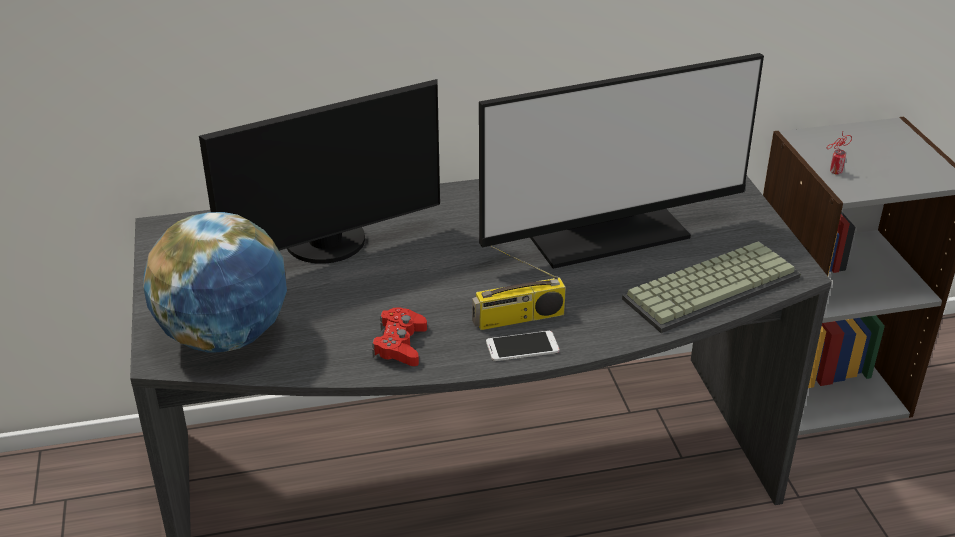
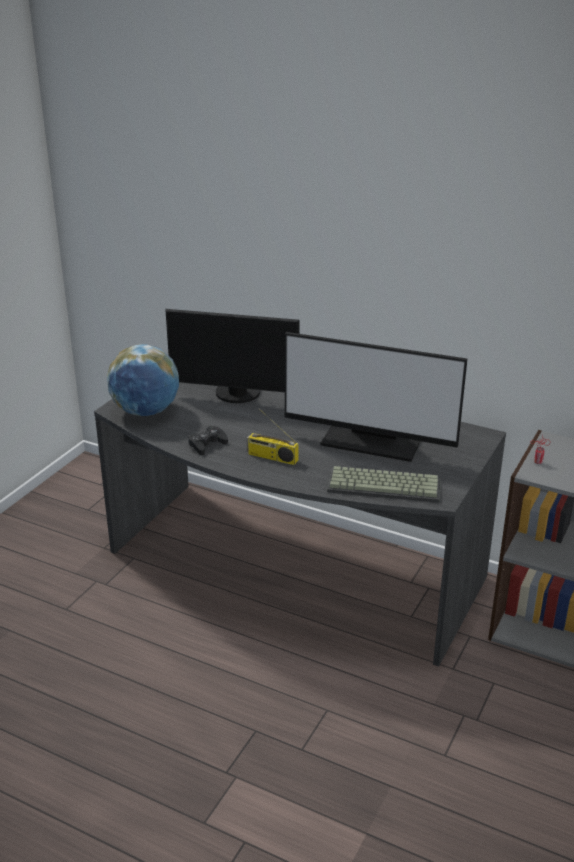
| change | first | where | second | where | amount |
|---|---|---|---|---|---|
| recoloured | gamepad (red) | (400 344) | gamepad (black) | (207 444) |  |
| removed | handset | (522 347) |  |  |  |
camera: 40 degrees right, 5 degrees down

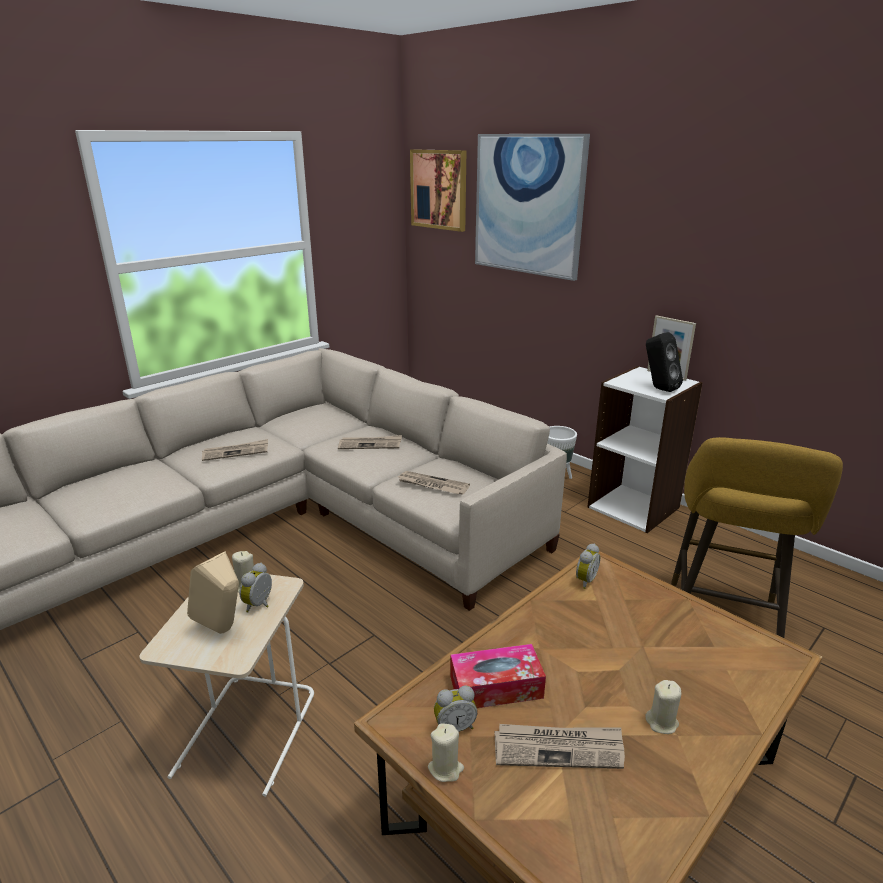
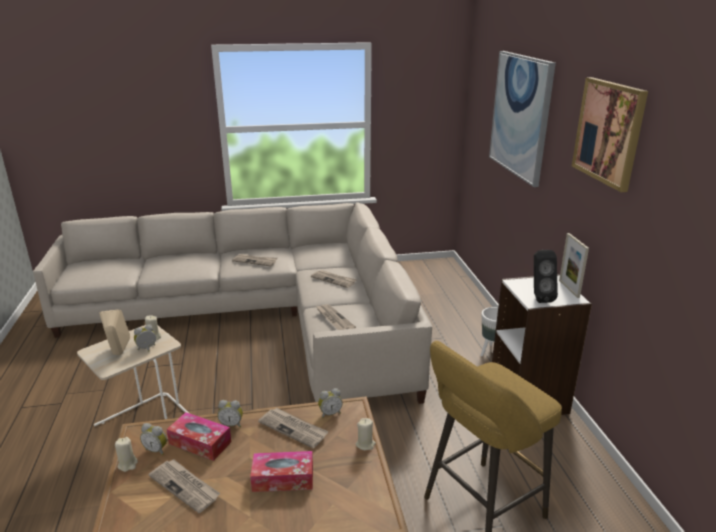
| change | first | where | second | where | amount |
|---|---|---|---|---|---|
| moved | picture | (439 189) |  | (609 132) |  |
| moved | wax light (beige-coloured) | (662 722) |  | (365 444) |  |
| added |  |  | alarm clock | (232 424) |  |
| added |  |  | printed paper | (294 429) |  |
| added |  |  | tissue holder | (283 478) |  |
camera: 35 degrees right, 0 degrees up

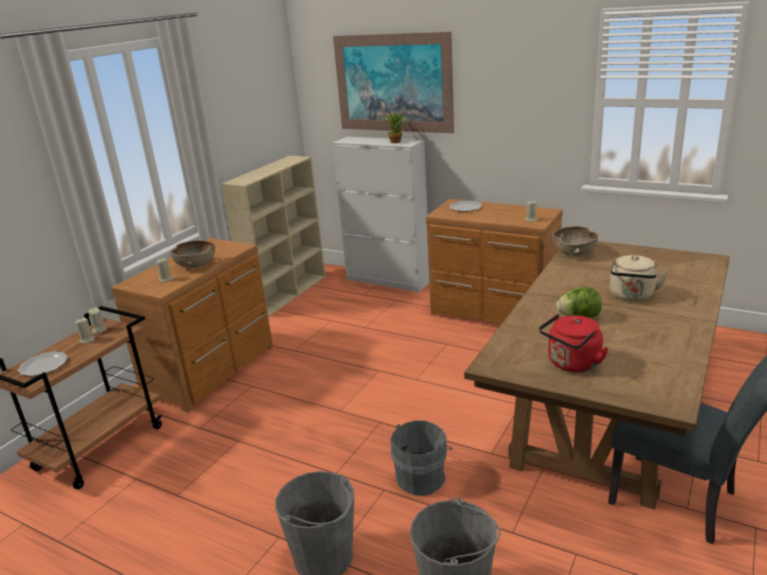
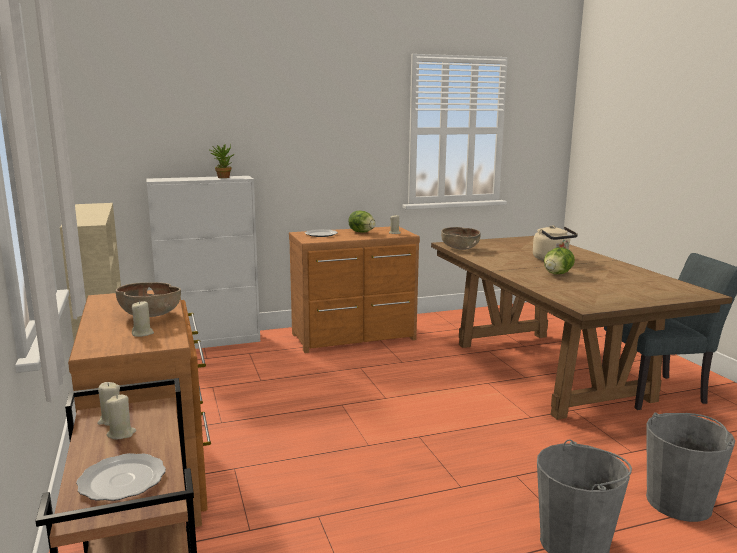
| change | first | where | second | where | amount |
|---|---|---|---|---|---|
| removed | picture | (393 83) |  |  |  |
| removed | kettle (red) | (572 364) |  |  |  |
| removed | pail (grey) | (422 477) |  |  |  |
| added |  |  | lettuce | (362 232) |  |
camera: 50 degrees left, 10 degrees down

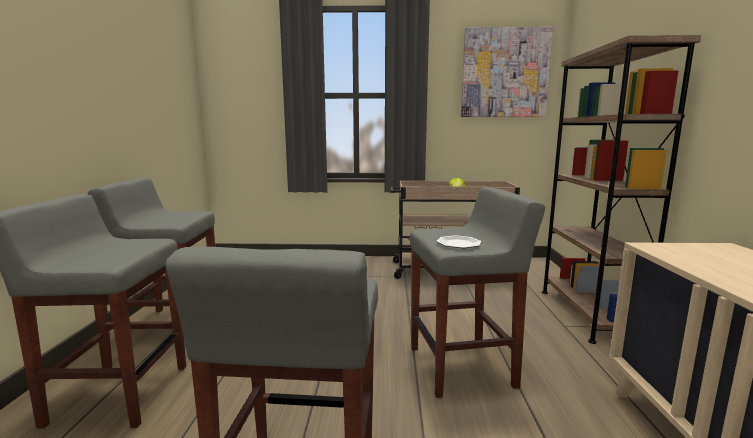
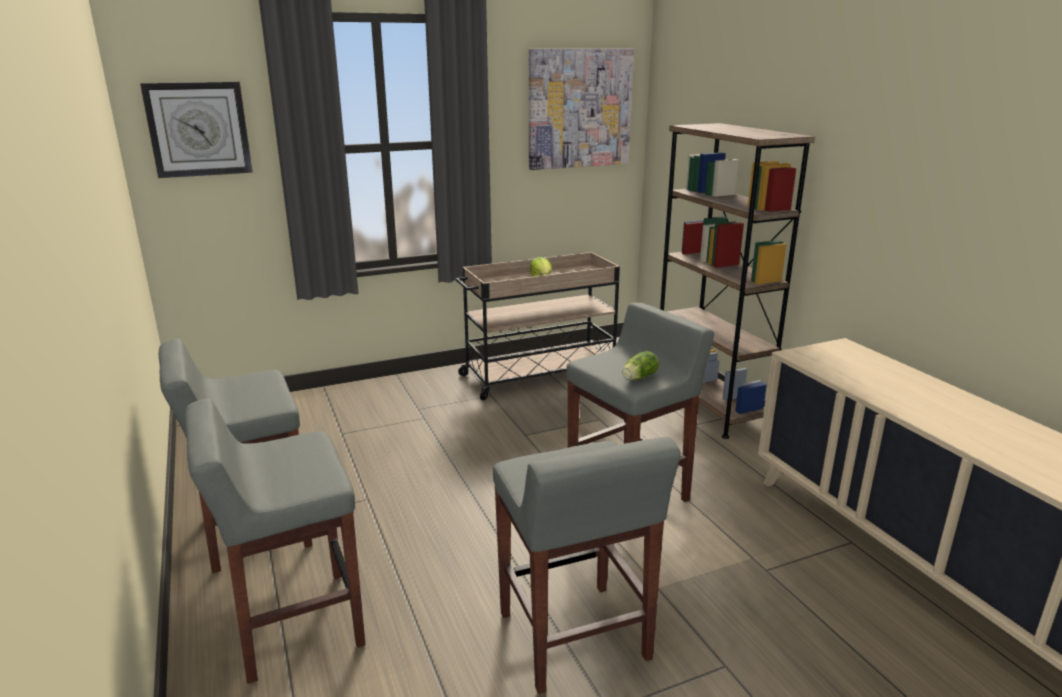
| change | first | where | second | where | amount |
|---|---|---|---|---|---|
| replaced | flat dish | (459 244) | lettuce | (637 378) |  |
| added |  |  | wall clock | (198 129) |  |
camera: 25 degrees left, 10 degrees up

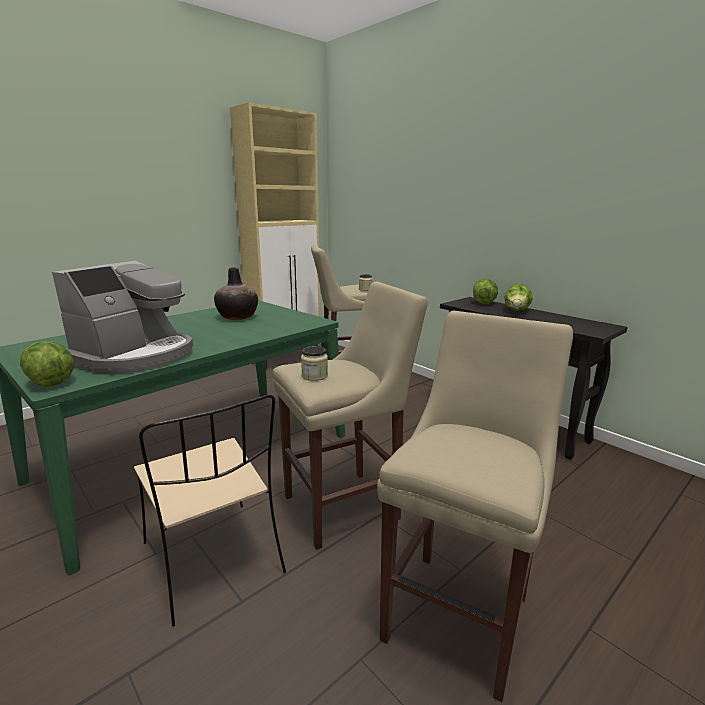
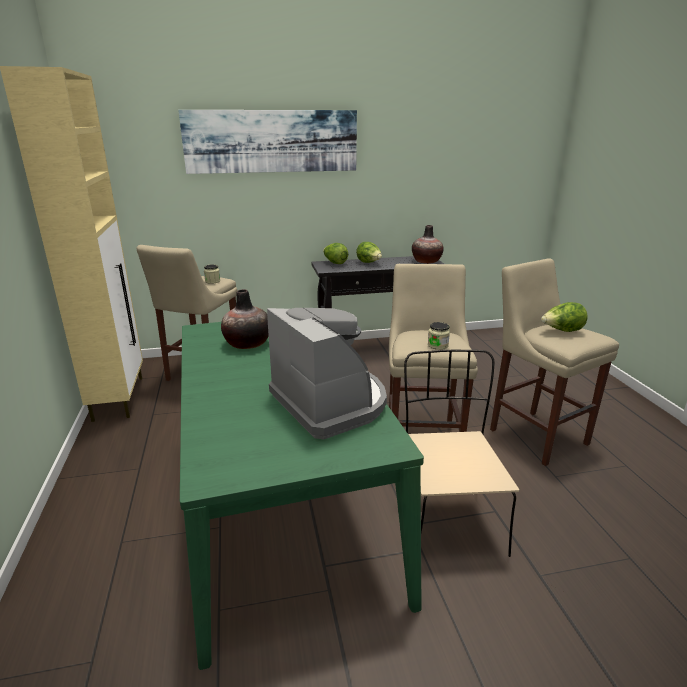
| change | first | where | second | where | amount |
|---|---|---|---|---|---|
| moved | lettuce | (50 381) |  | (562 331) |  |
| turned | plain chair (beige-coloured) | (214 560) |  | (447 517) | 90 degrees counterclockwise |
| added |  |  | picture | (272 141) |  |
| added |  |  | vase | (426 261) |  |
camera: 60 degrees left, 5 degrees up

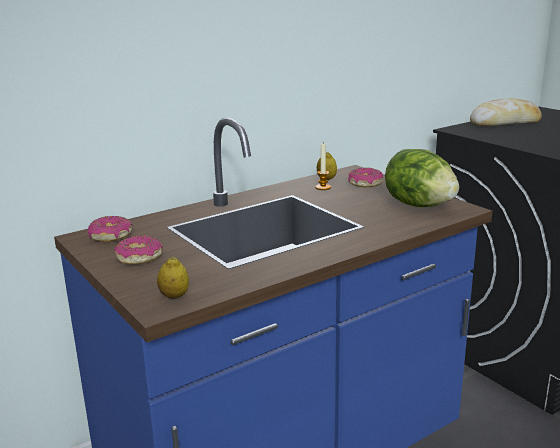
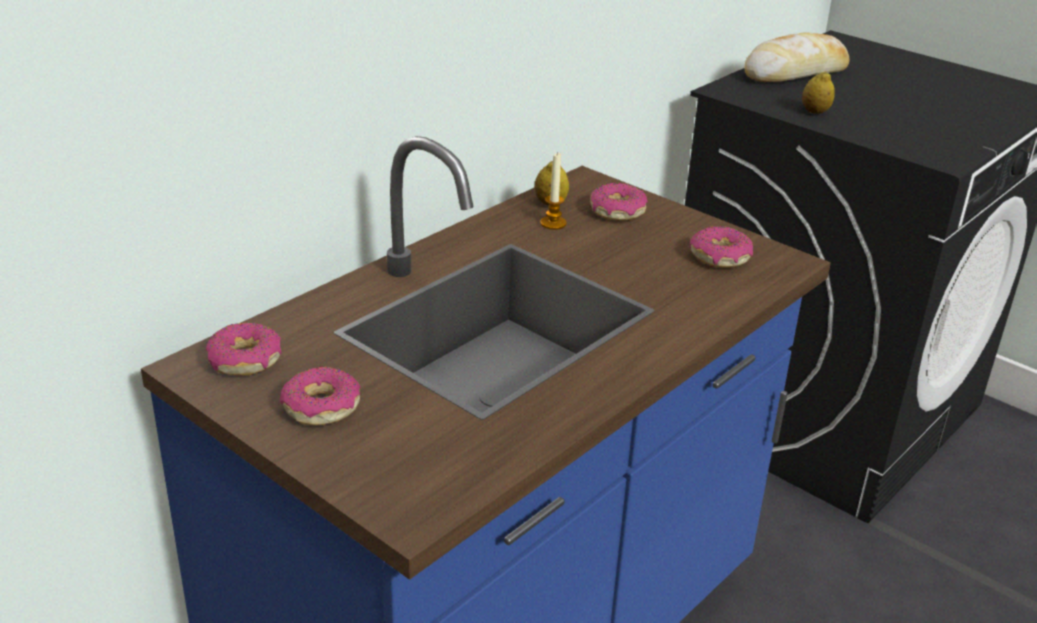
| change | first | where | second | where | amount |
|---|---|---|---|---|---|
| replaced | lettuce | (419 205) | donut | (720 257) |  |
| moved | citrus fruit | (174 296) |  | (815 112) |  |
camera: 15 degrees left, 10 degrees up

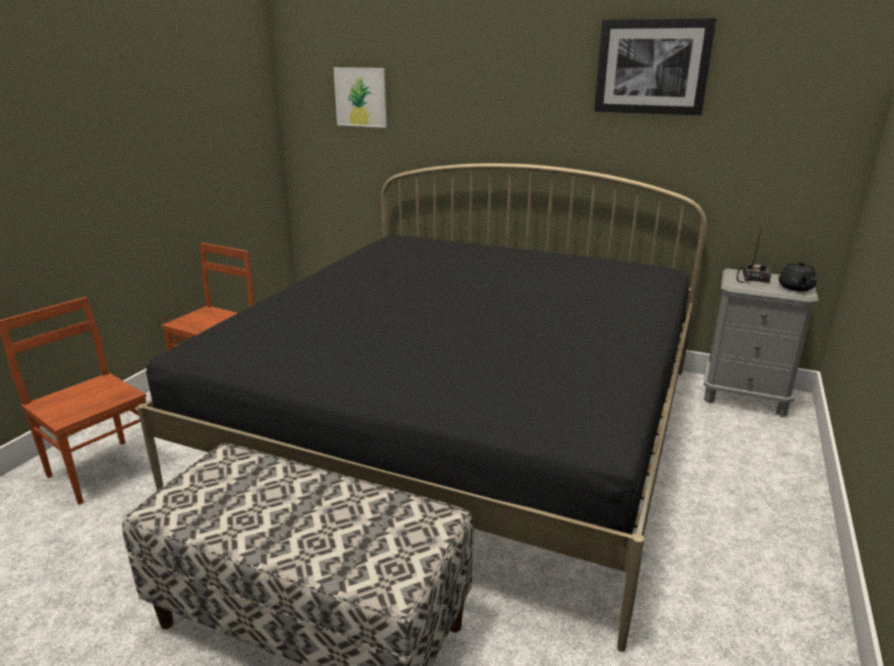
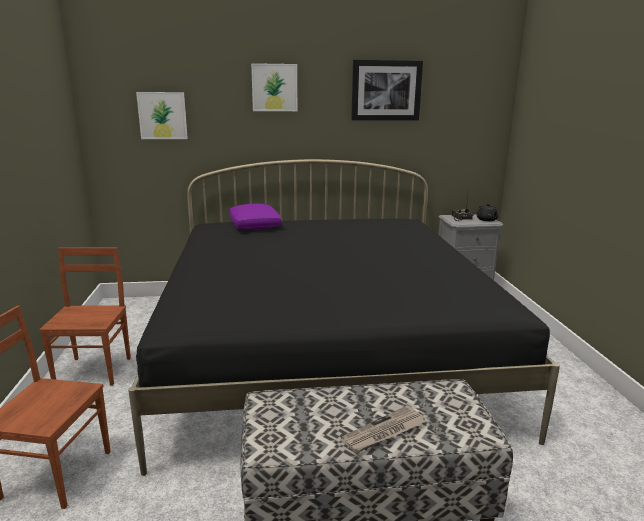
| change | first | where | second | where | amount |
|---|---|---|---|---|---|
| added |  |  | picture | (274 87) |  |
| added |  |  | throw pillow (purple-coloured) | (254 225) |  |
| added |  |  | printed paper | (384 432) |  |
camera: 30 degrees left, 5 degrees down

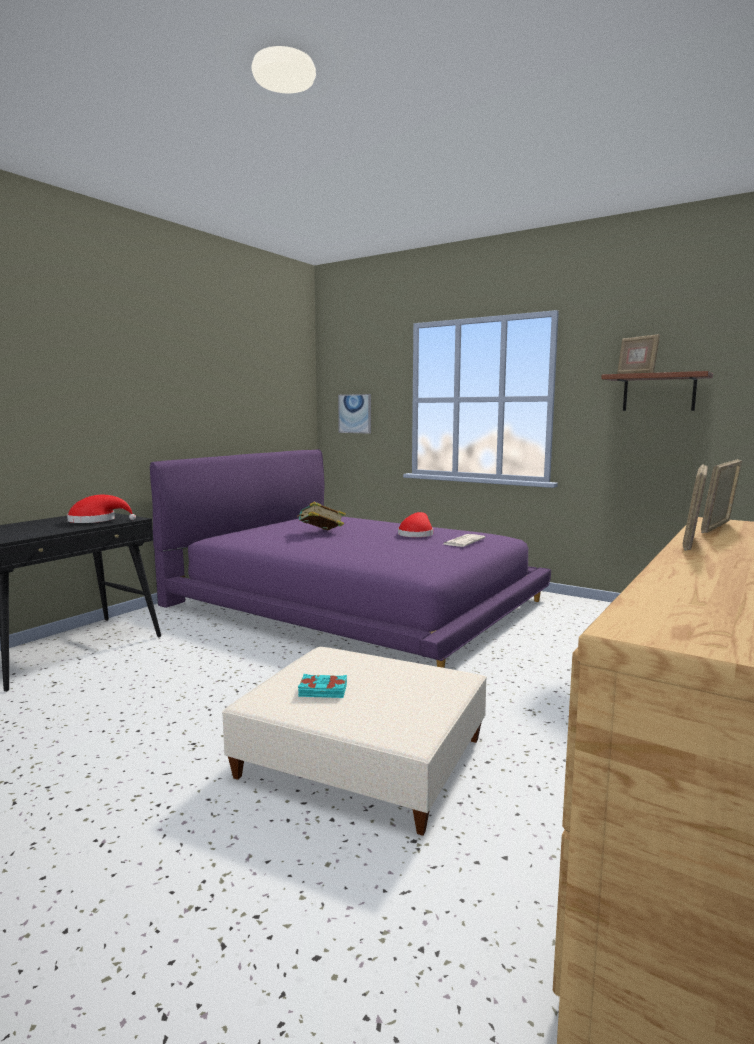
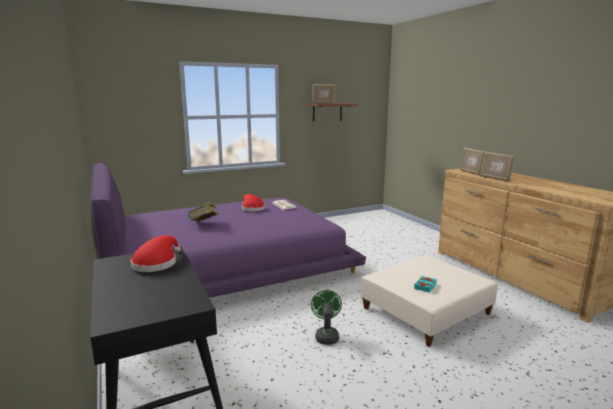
| change | first | where | second | where | amount |
|---|---|---|---|---|---|
| removed | picture | (355 413) |  |  |  |
| added |  |  | cooling fan (greenish) | (326 335) |  |
camera: 60 degrees left, 5 degrees up

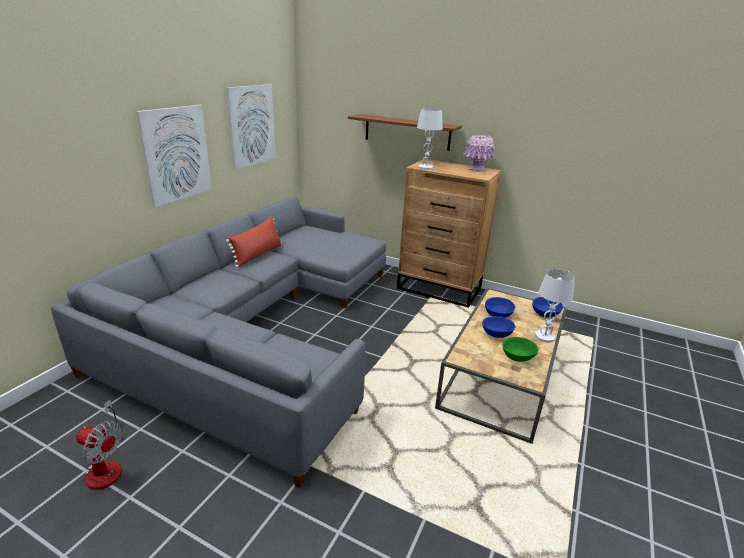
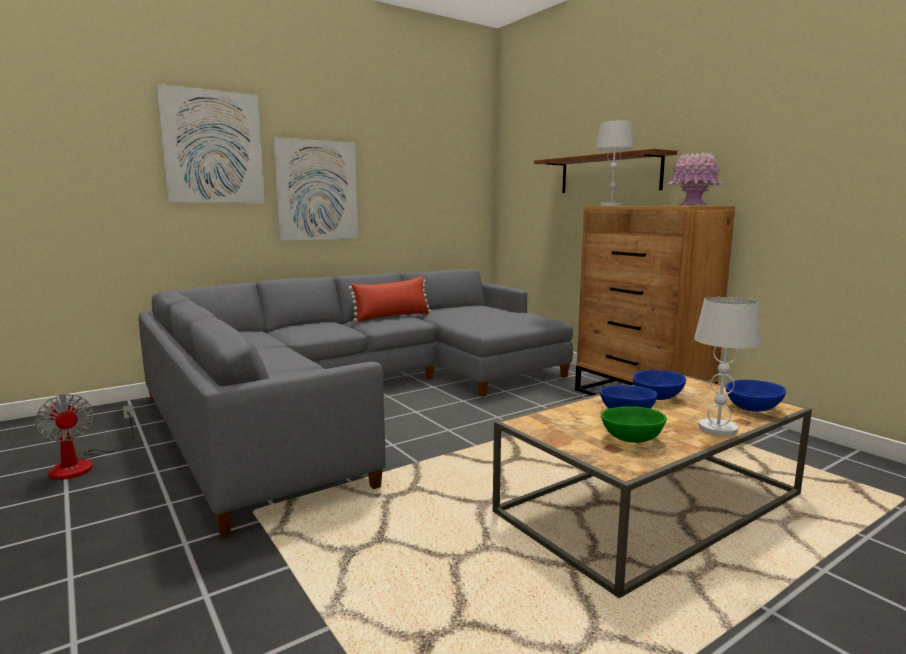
| change | first | where | second | where | amount |
|---|---|---|---|---|---|
| moved | picture | (252 125) |  | (213 147) |  |
camera: 30 degrees right, 15 degrees down

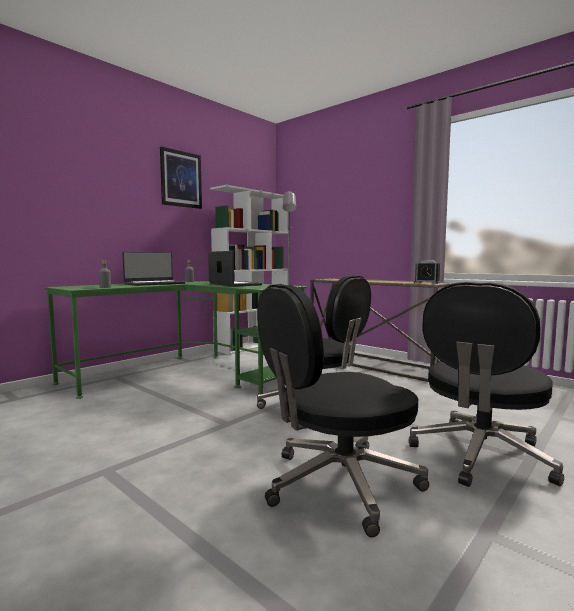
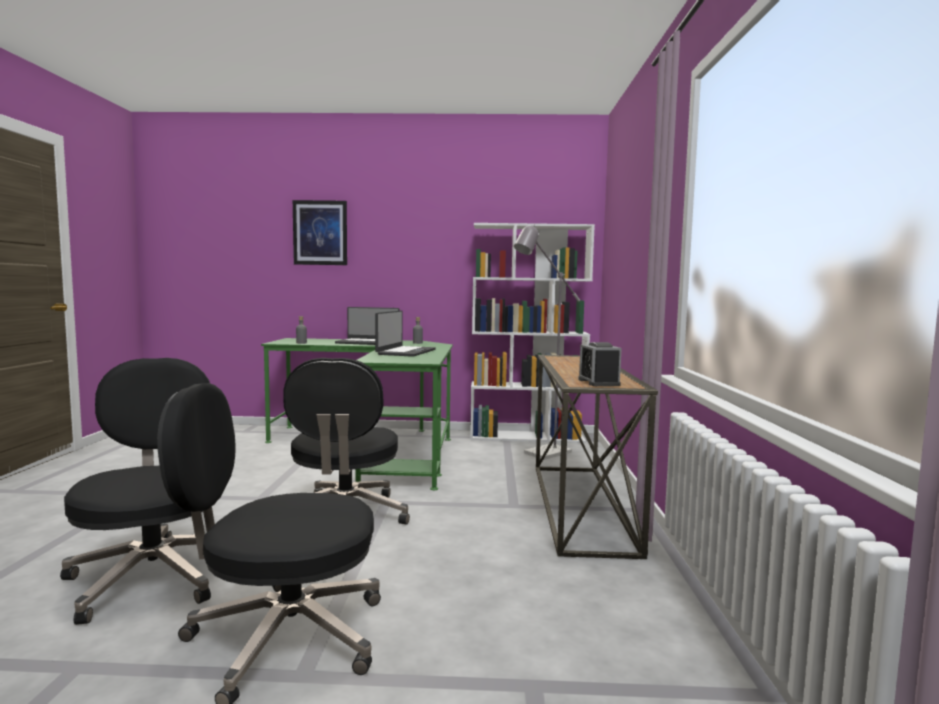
| change | first | where | second | where | amount |
|---|---|---|---|---|---|
| moved | picture | (181 179) |  | (320 233) |  |
| turned | computer chair (black) | (338 484) |  | (154 574) | 45 degrees clockwise |
camera: 50 degrees right, 0 degrees up

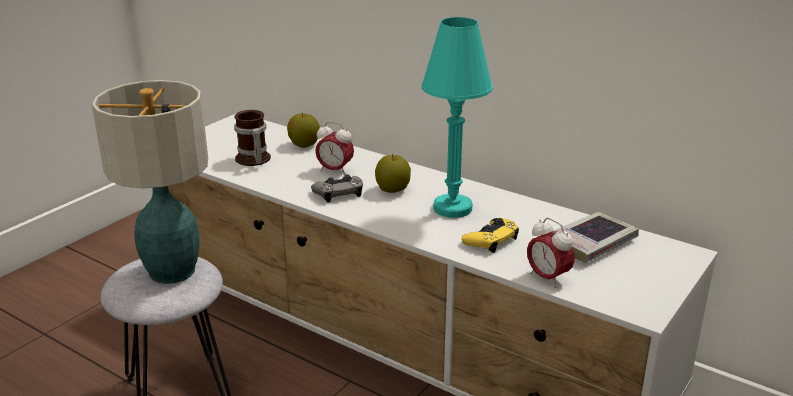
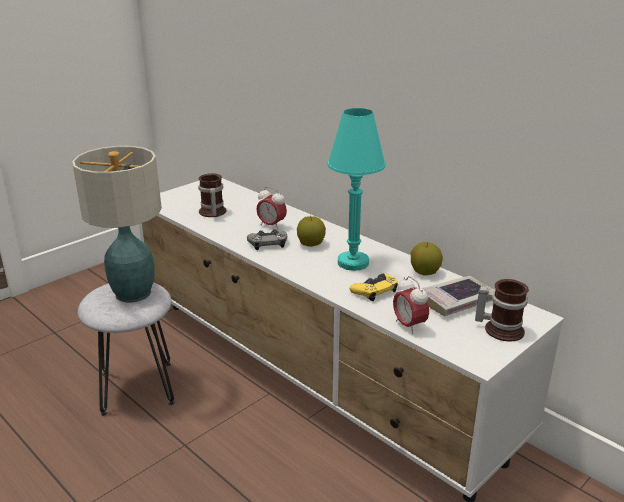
| change | first | where | second | where | amount |
|---|---|---|---|---|---|
| moved | apple fruit | (304 145) |  | (424 272) |  |
| added |  |  | coffee mug | (500 329) |  |
camera: 10 degrees right, 0 degrees up

